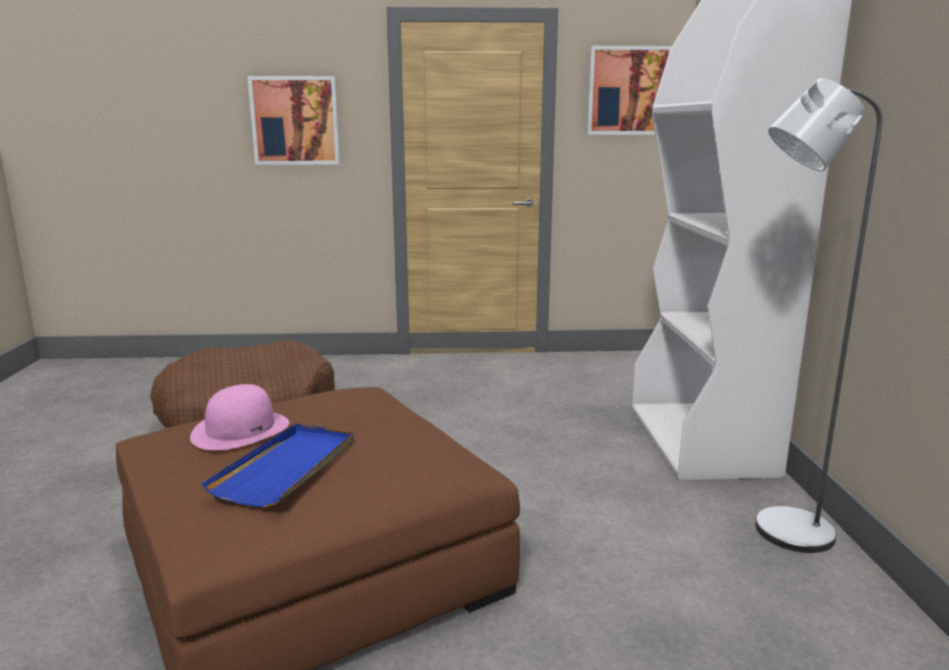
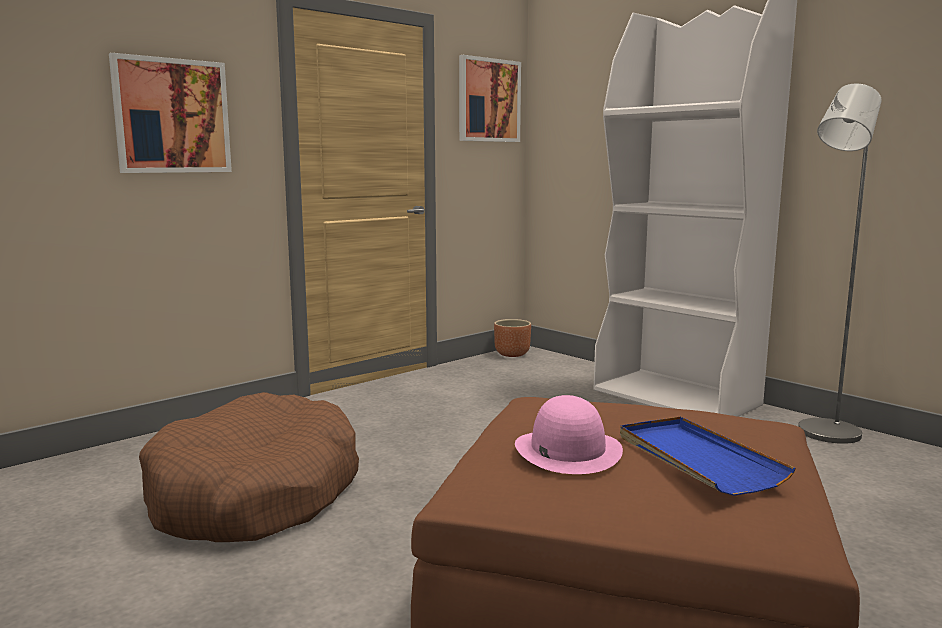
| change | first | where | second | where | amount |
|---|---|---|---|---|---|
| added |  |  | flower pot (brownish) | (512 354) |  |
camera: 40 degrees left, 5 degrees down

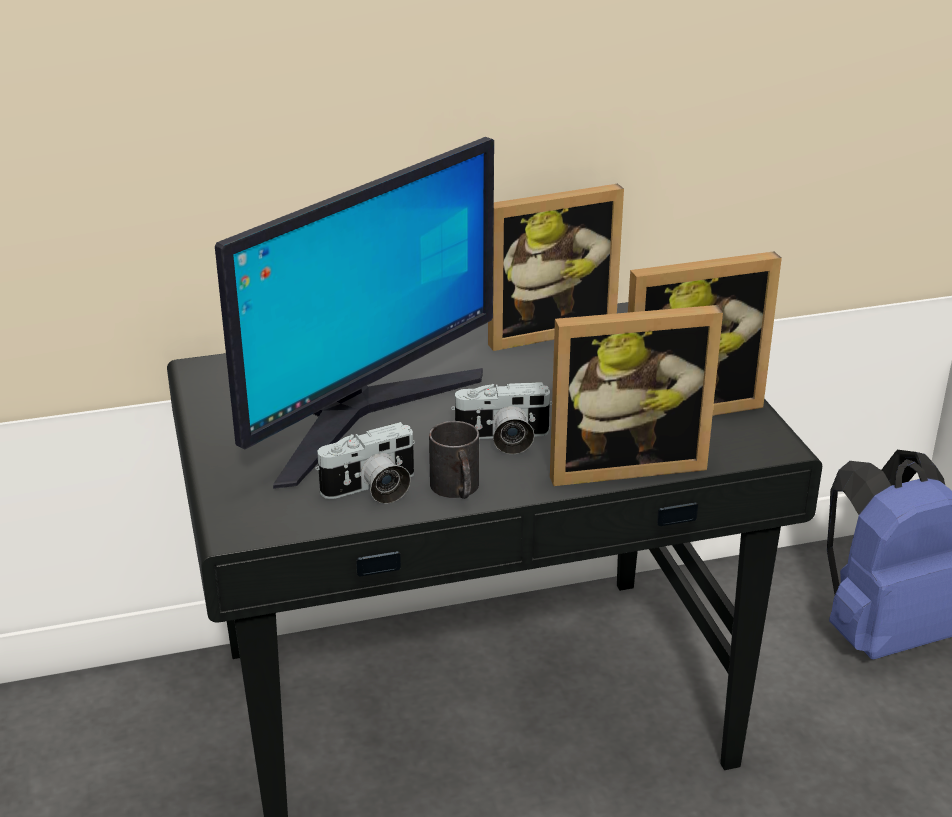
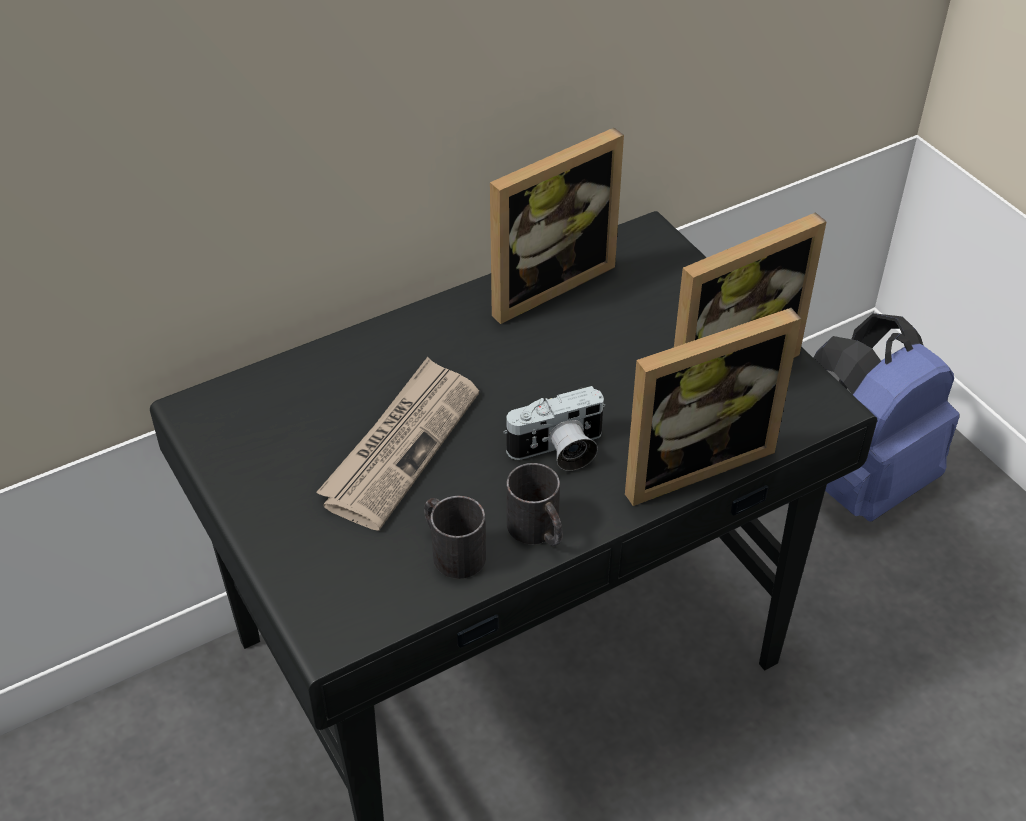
| change | first | where | second | where | amount |
|---|---|---|---|---|---|
| replaced | monitor | (364 416) | printed paper | (401 446) |  |
| replaced | photo camera | (372 490) | coffee mug (black) | (451 550) |  |
camera: 15 degrees left, 15 degrees up

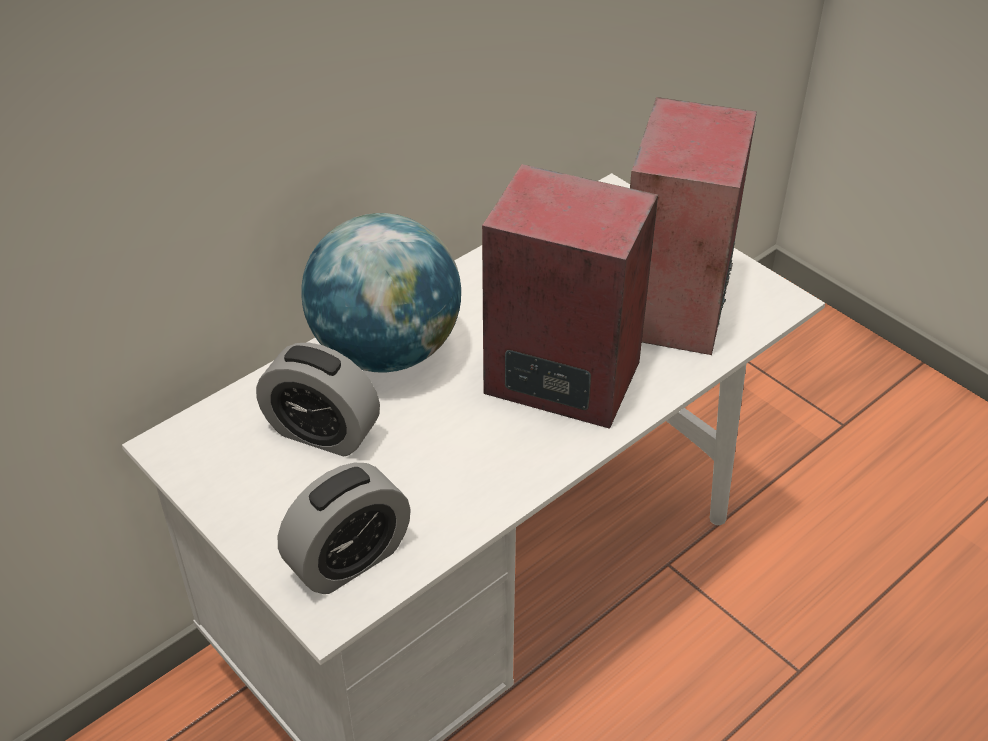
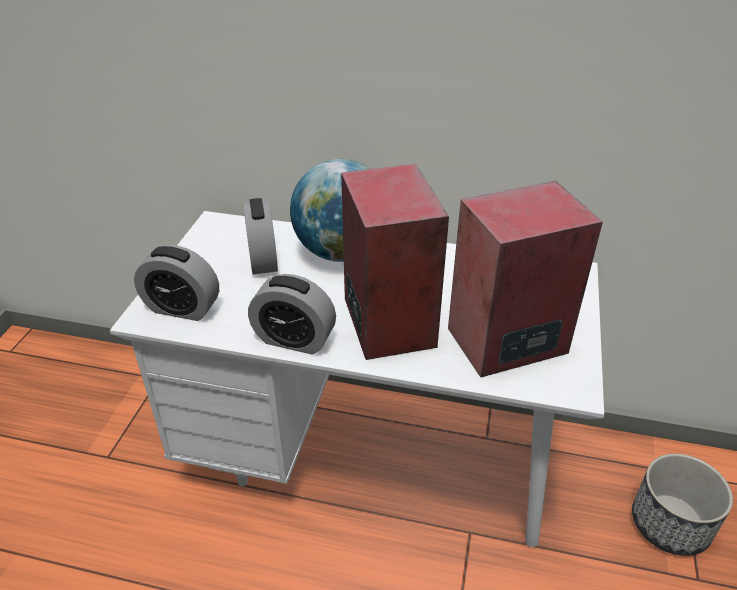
| change | first | where | second | where | amount |
|---|---|---|---|---|---|
| added |  |  | alarm clock | (294 339) |  |
| added |  |  | flower pot | (670 524) |  |
camera: 55 degrees right, 5 degrees down

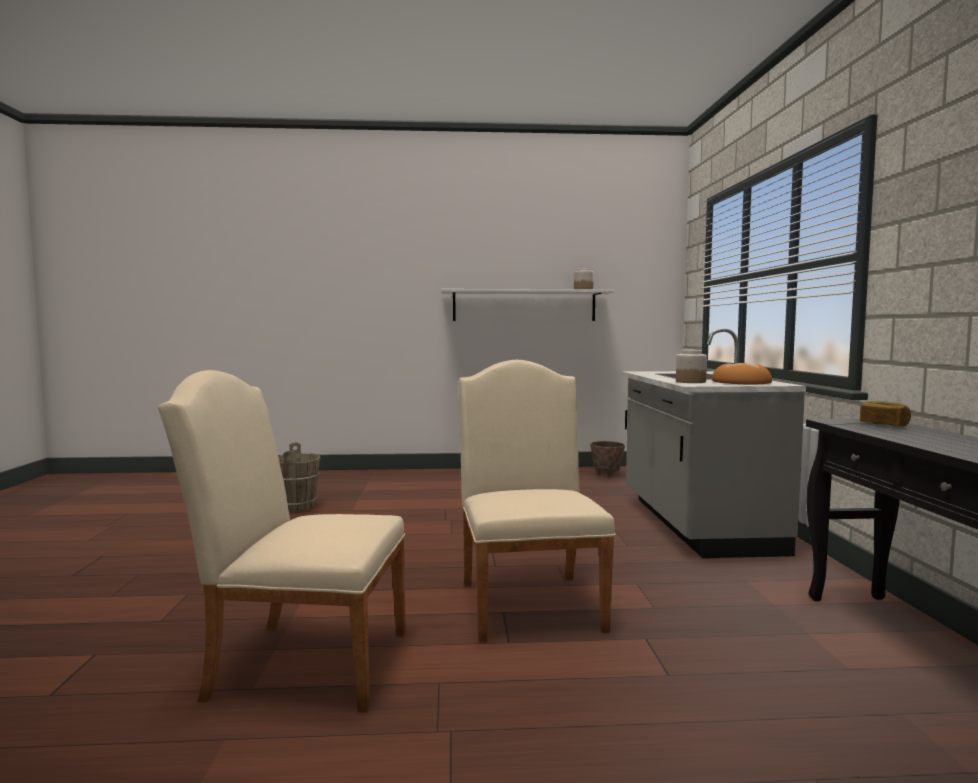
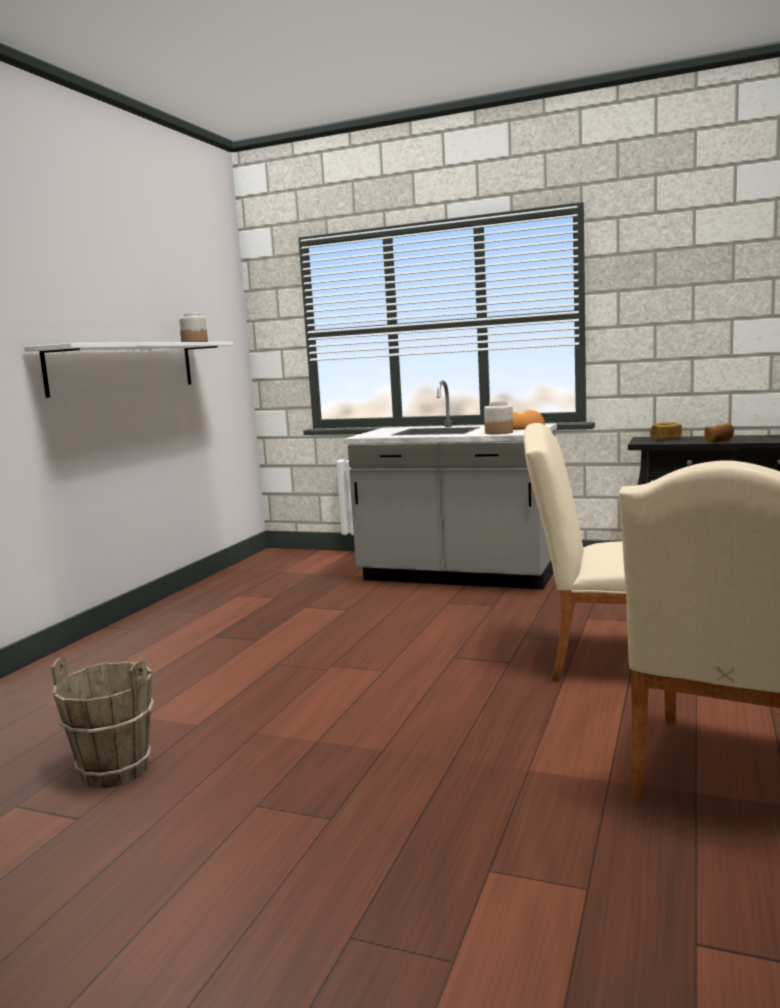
| change | first | where | second | where | amount |
|---|---|---|---|---|---|
| removed | flower pot | (606 475) |  |  |  |
| added |  |  | bakery bread | (720 441) |  |
camera: 65 degrees left, 5 degrees up

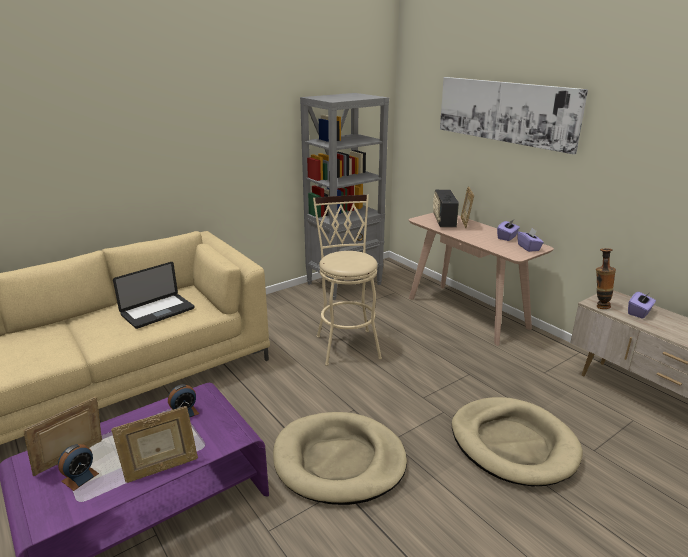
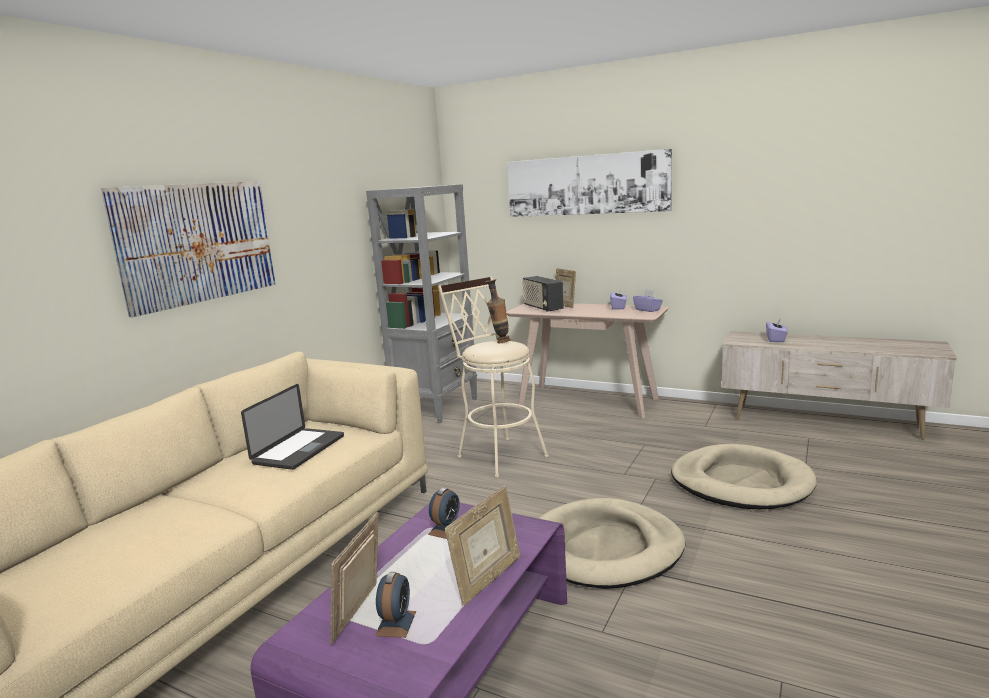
| change | first | where | second | where | amount |
|---|---|---|---|---|---|
| moved | vase | (599 306) |  | (499 342) |  |
| added |  |  | picture | (198 243) |  |
camera: 25 degrees left, 10 degrees down

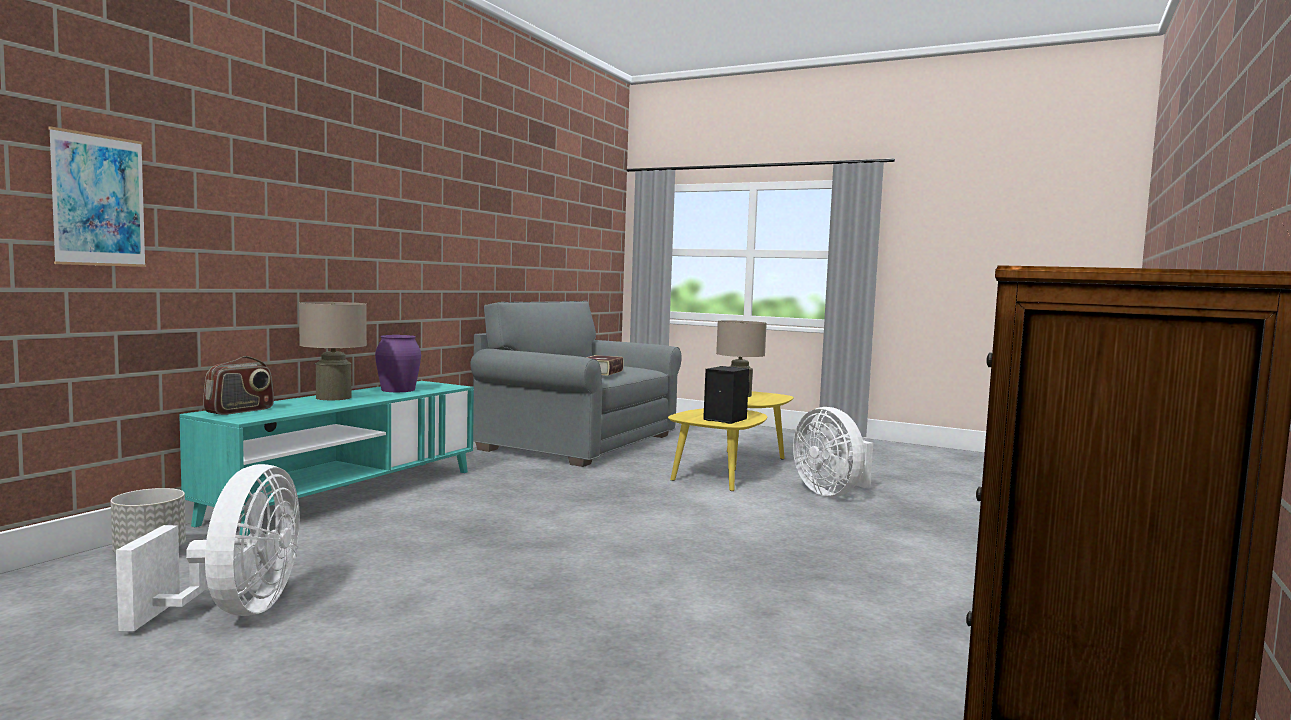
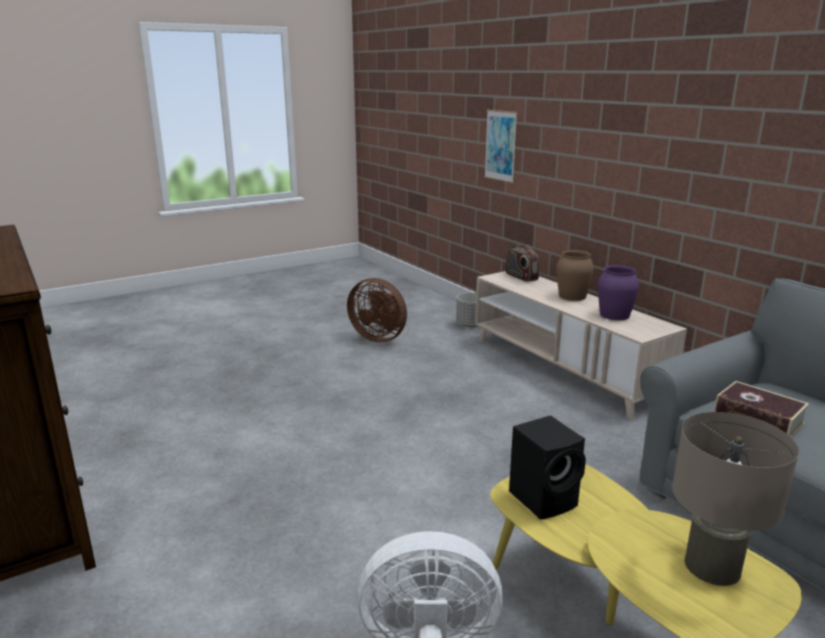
| change | first | where | second | where | amount |
|---|---|---|---|---|---|
| replaced | lamp for a table (beige-coloured) | (333 397) | vase (brownish) | (572 296) |  |
| recoloured | tv stand (turquoise-coloured) | (348 495) | tv stand (beige-coloured) | (564 369) |  |
| recoloured | cooling fan (white-coloured) | (235 611) | cooling fan (brownish) | (379 337) |  |
camera: 120 degrees right, 15 degrees up

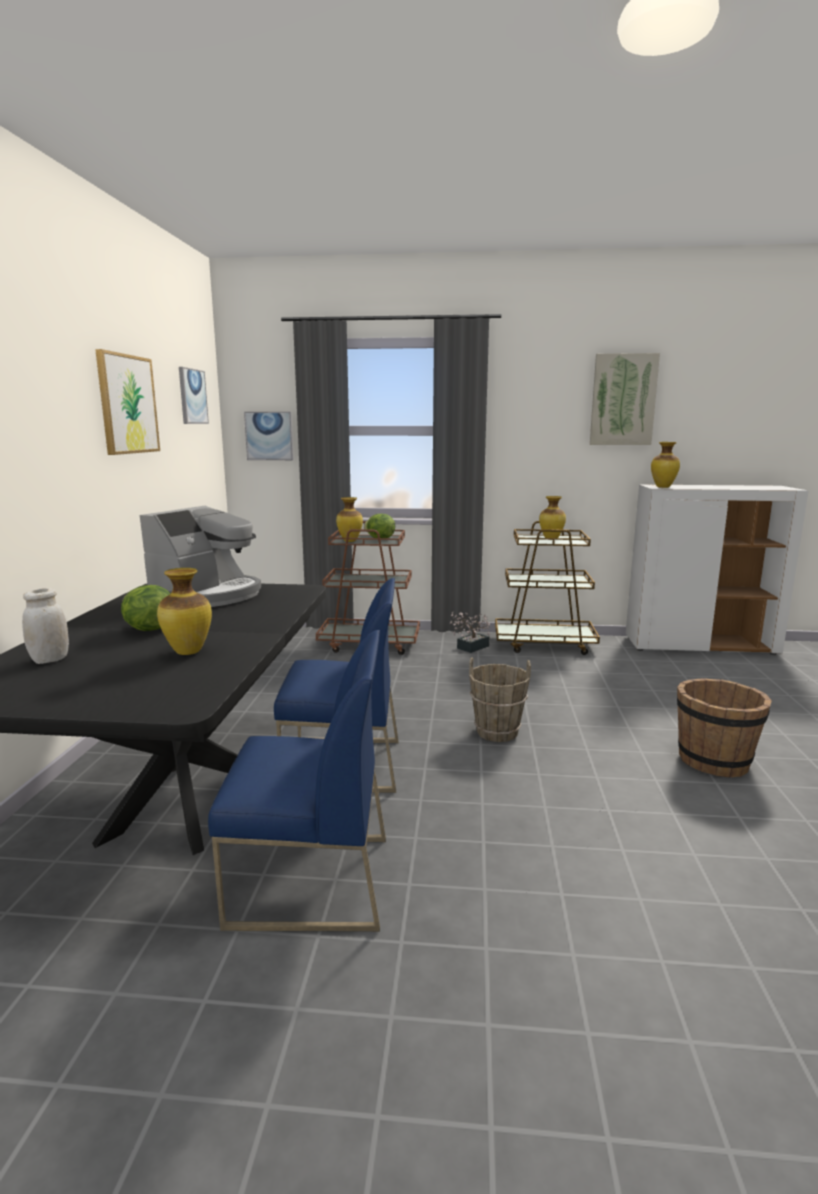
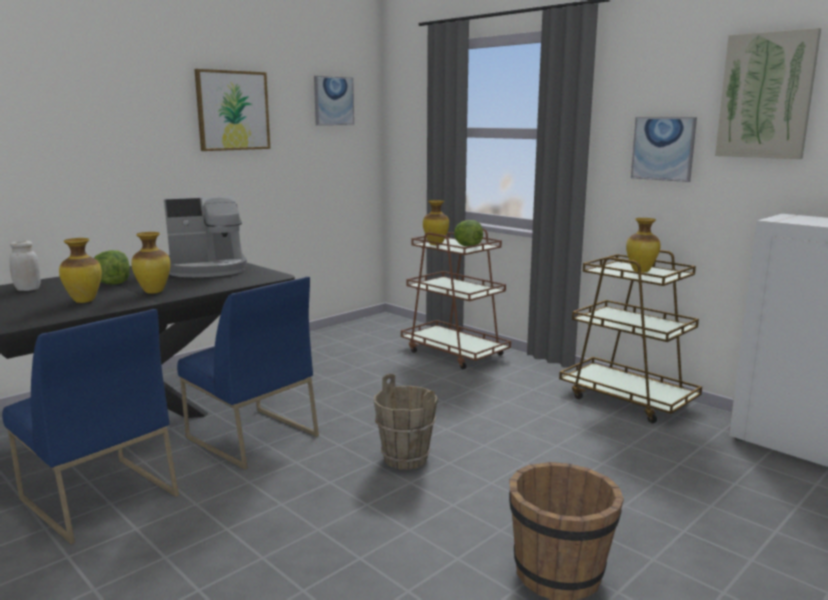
| change | first | where | second | where | amount |
|---|---|---|---|---|---|
| moved | picture | (269 436) |  | (663 148) |  |
| moved | vase | (663 487) |  | (154 292) |  |
| removed | plant in a pot | (470 648) |  |  |  |
camera: 40 degrees right, 0 degrees up

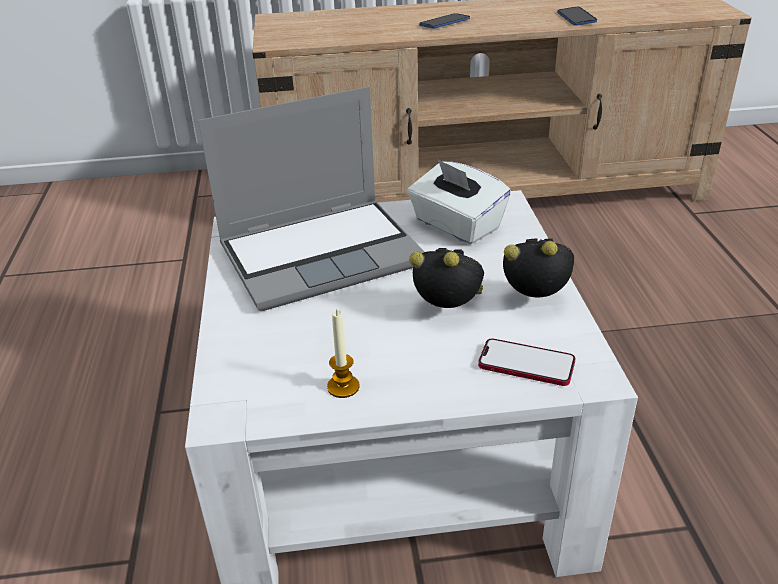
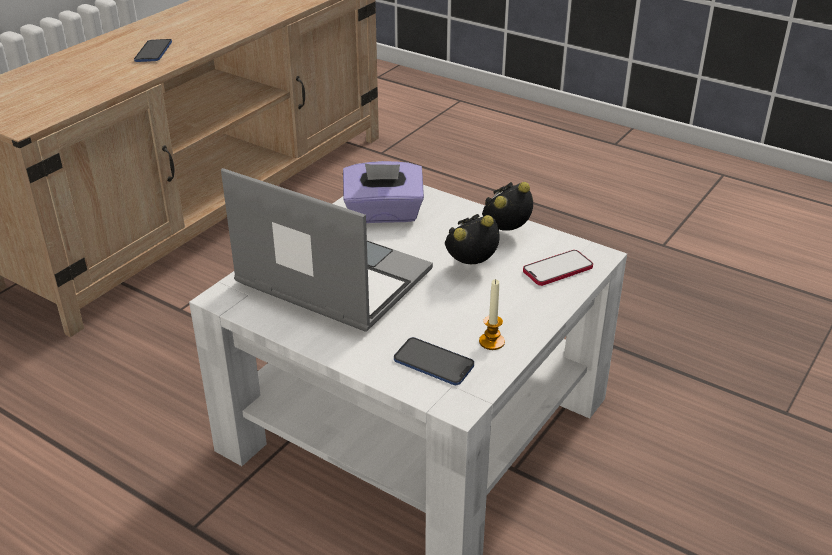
| change | first | where | second | where | amount |
|---|---|---|---|---|---|
| moved | handset | (576 18) |  | (433 363) |  |
| turned | notebook computer | (323 254) |  | (330 279) | 75 degrees counterclockwise |
| recoloured | tissue holder (white-coloured) | (456 226) | tissue holder (purple-coloured) | (383 214) |  |
camera: 50 degrees left, 0 degrees up

